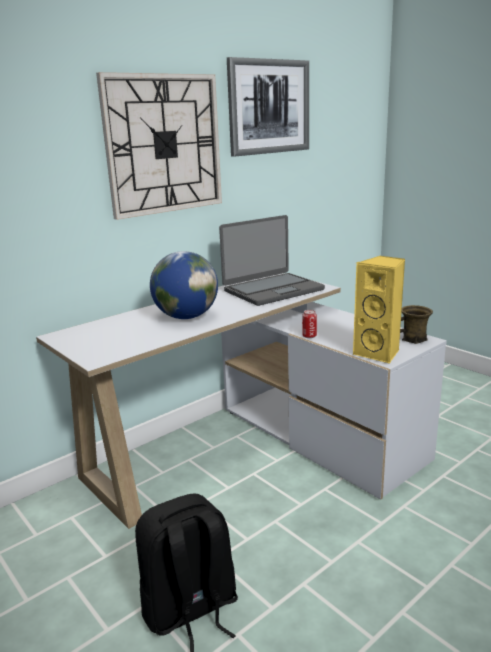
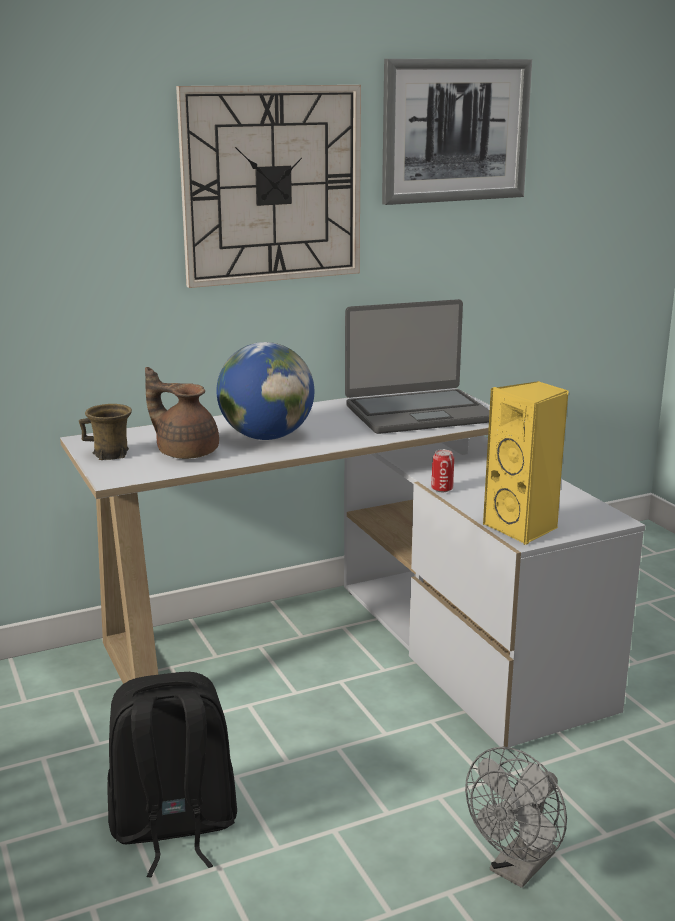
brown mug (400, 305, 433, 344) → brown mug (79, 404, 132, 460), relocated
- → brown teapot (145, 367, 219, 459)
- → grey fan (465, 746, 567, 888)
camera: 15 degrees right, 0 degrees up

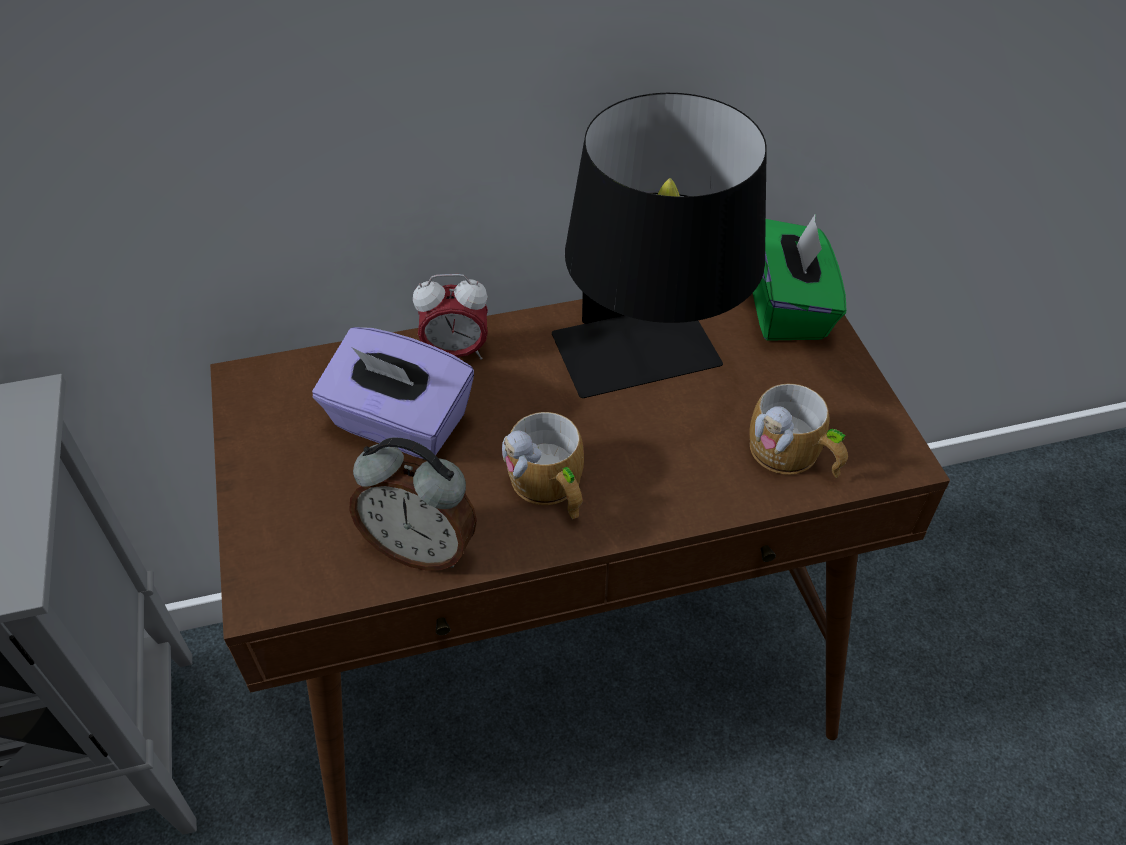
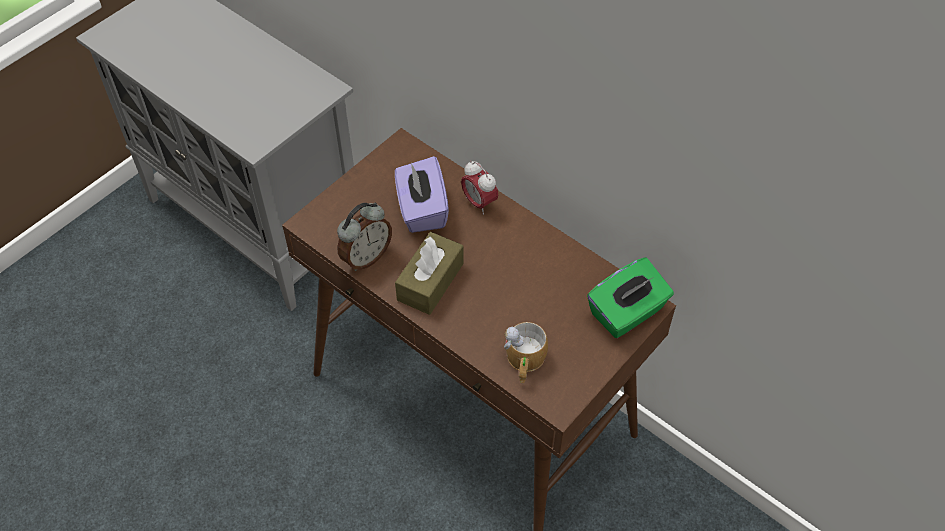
alarm clock (349, 437, 477, 571) → alarm clock (337, 203, 392, 271), 120 degrees counterclockwise
mug (502, 412, 584, 519) → brown tissue box (395, 232, 464, 315)
black table lamp (552, 93, 767, 398) → -
camera: 55 degrees right, 5 degrees up

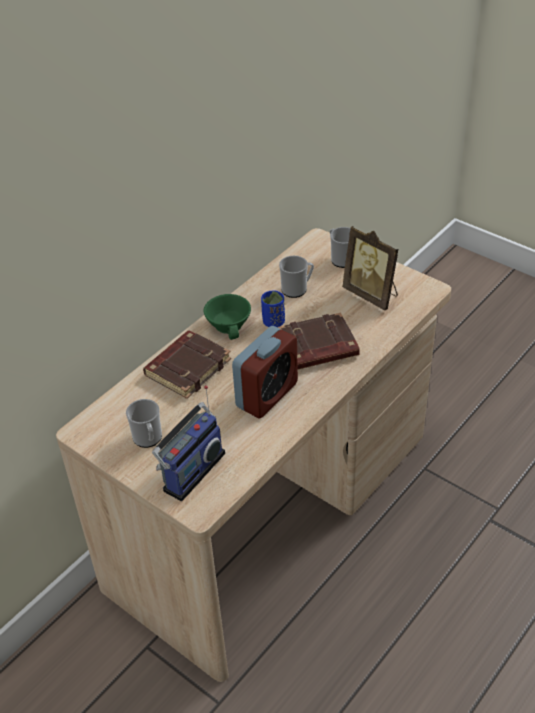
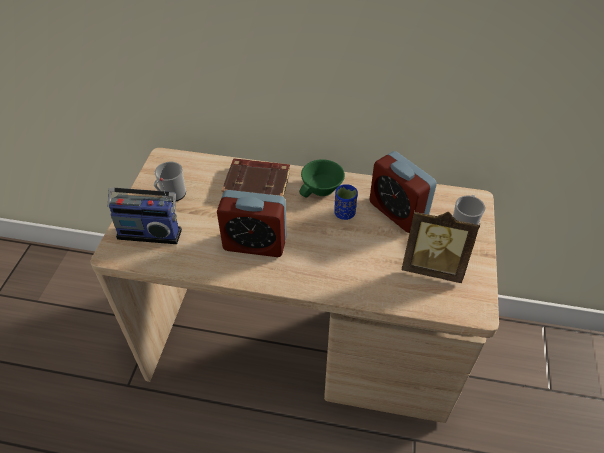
mug (279, 256, 314, 298) → alarm clock (370, 151, 437, 233)
picture frame (342, 226, 398, 311) → picture frame (402, 211, 480, 283), 90 degrees counterclockwise
brown book (278, 312, 360, 370) → -
camera: 60 degrees right, 5 degrees up

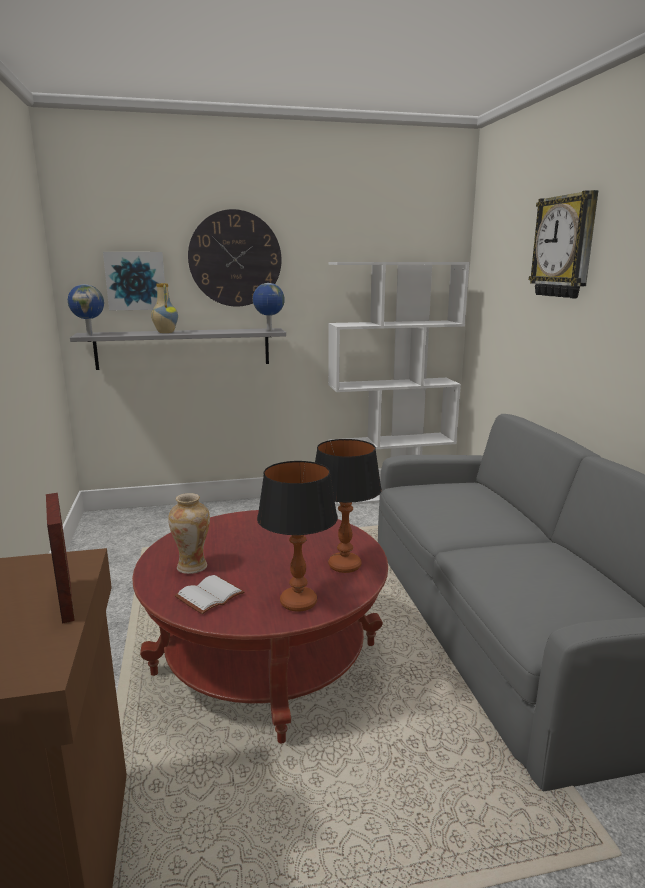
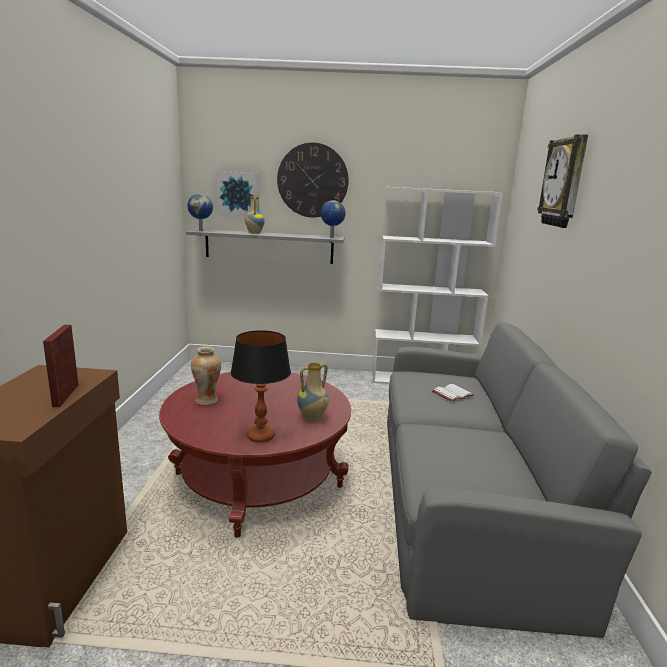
table lamp (315, 439, 382, 573) → vase (297, 363, 329, 422)
white book (175, 575, 245, 614) → white book (432, 384, 474, 401), relocated
camera: 15 degrees right, 0 degrees up

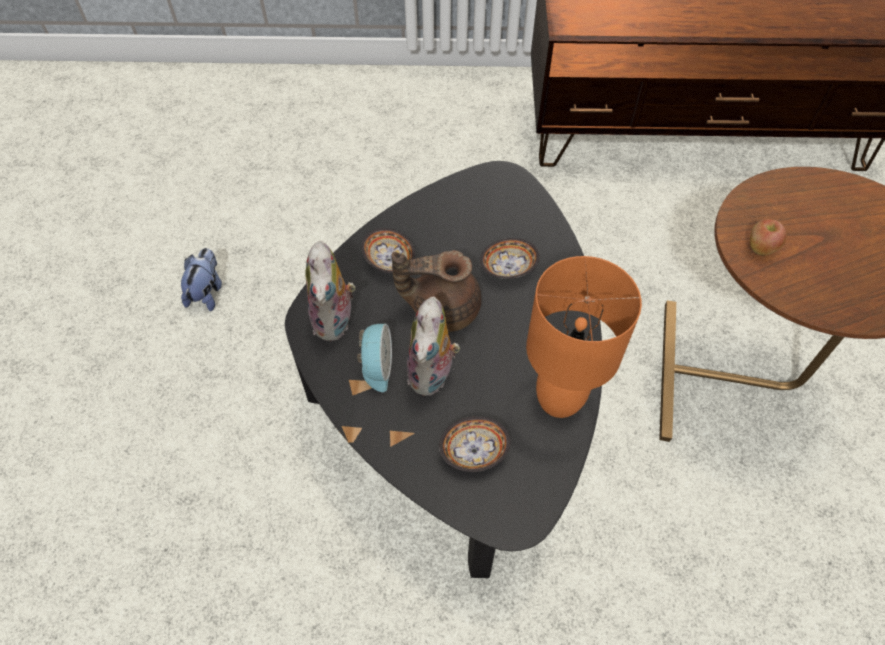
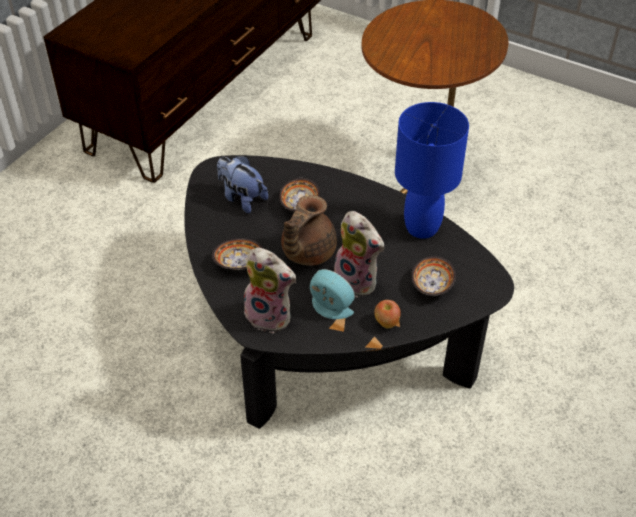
plush toy (181, 248, 222, 311) → plush toy (217, 155, 268, 213), relocated
apple (750, 219, 787, 255) → apple (374, 300, 401, 329), relocated
orange table lamp (526, 256, 642, 418) → blue table lamp (395, 102, 469, 239)
camera: 60 degrees left, 10 degrees down

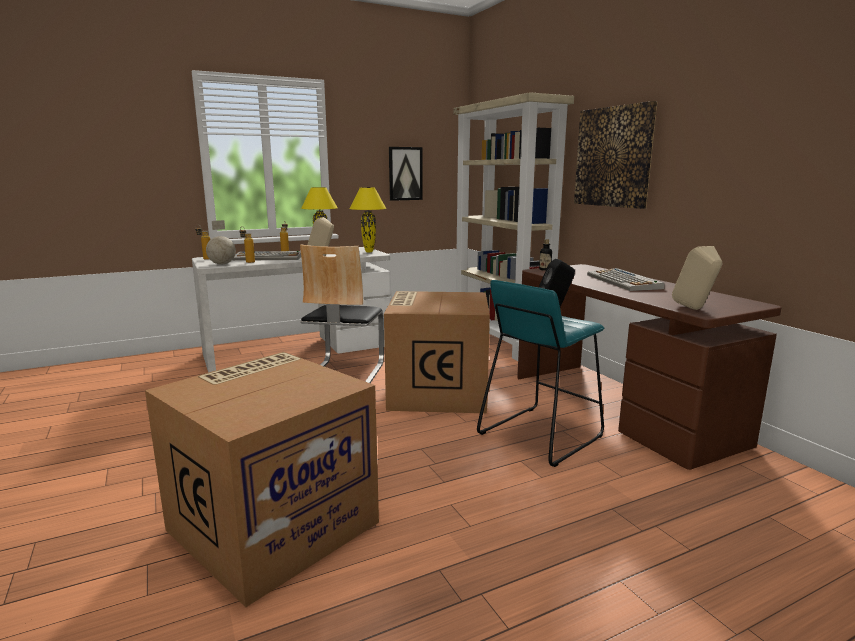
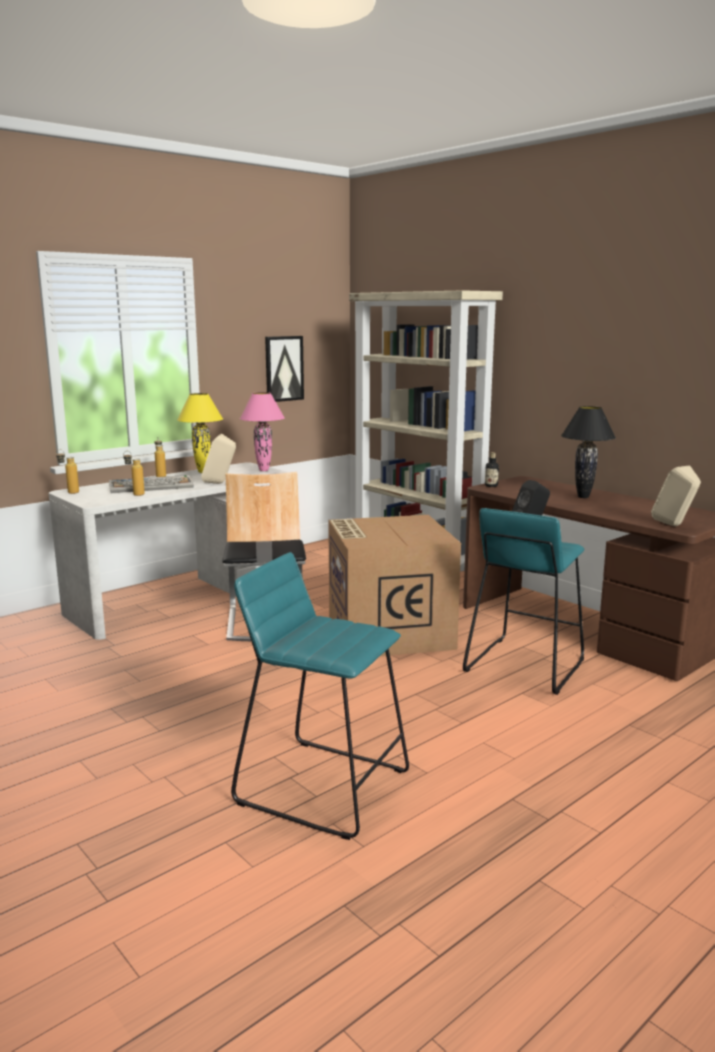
cardboard box (145, 352, 379, 607) → turquoise stool (231, 552, 409, 840)
yellow table lamp (349, 187, 386, 252) → pink table lamp (240, 392, 285, 471)
keyboard (587, 268, 665, 291) → black table lamp (561, 406, 616, 498)
globe (206, 220, 236, 264) → -
picture (574, 101, 658, 209) → -
camera: 15 degrees left, 0 degrees up

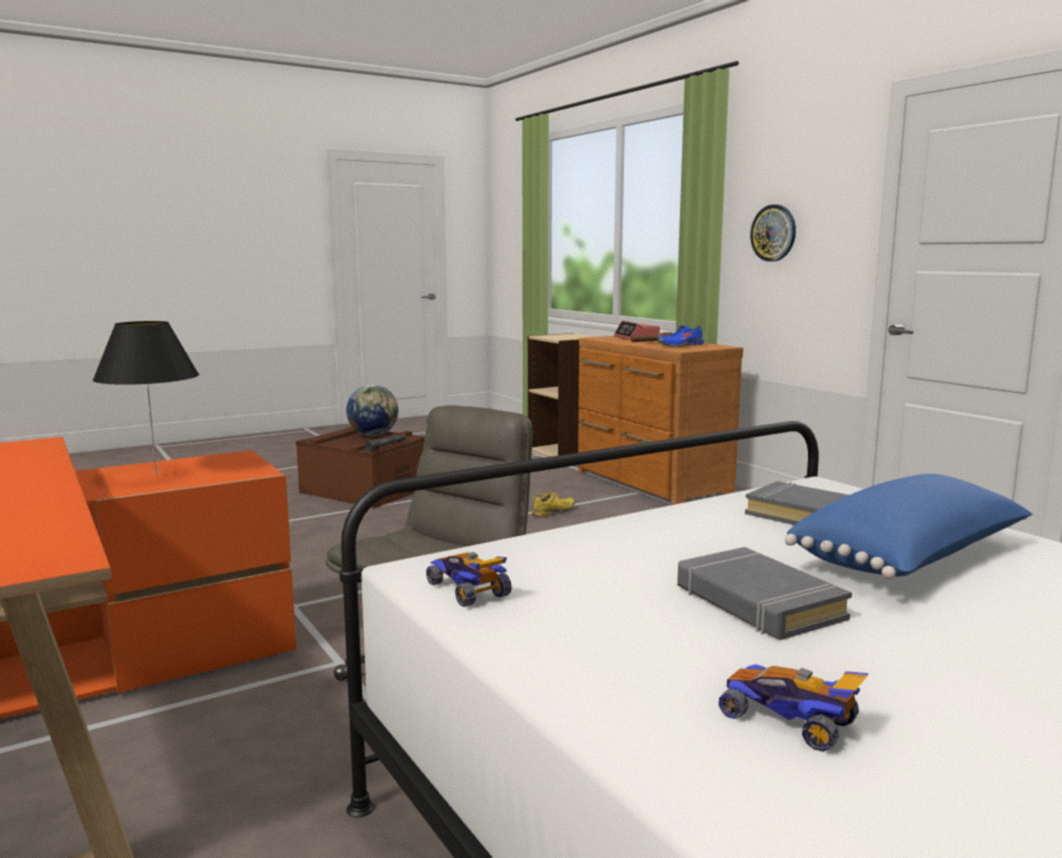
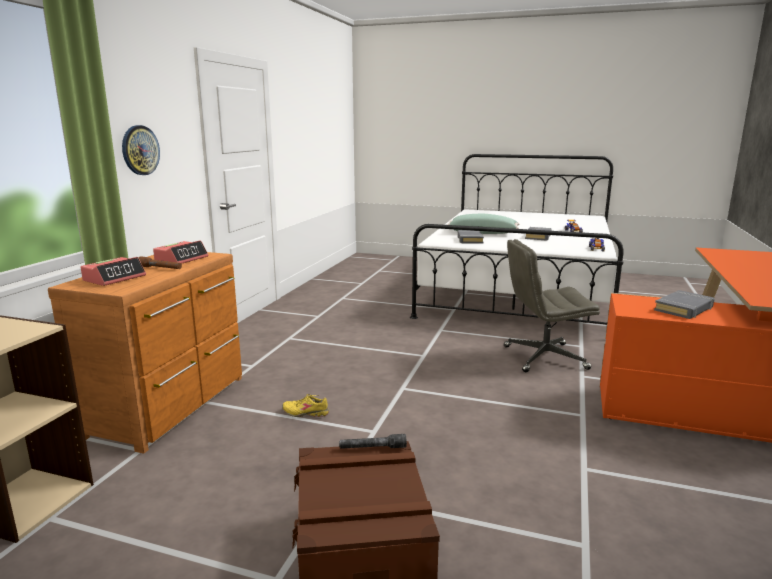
blue shoe (657, 325, 704, 347) → alarm clock (153, 240, 209, 264)
blue pillow (785, 474, 1032, 579) → green pillow (447, 214, 520, 234)
black table lamp (92, 321, 199, 476) → grey book (654, 290, 714, 319)
globe (346, 384, 398, 436) → -
camera: 130 degrees left, 5 degrees up

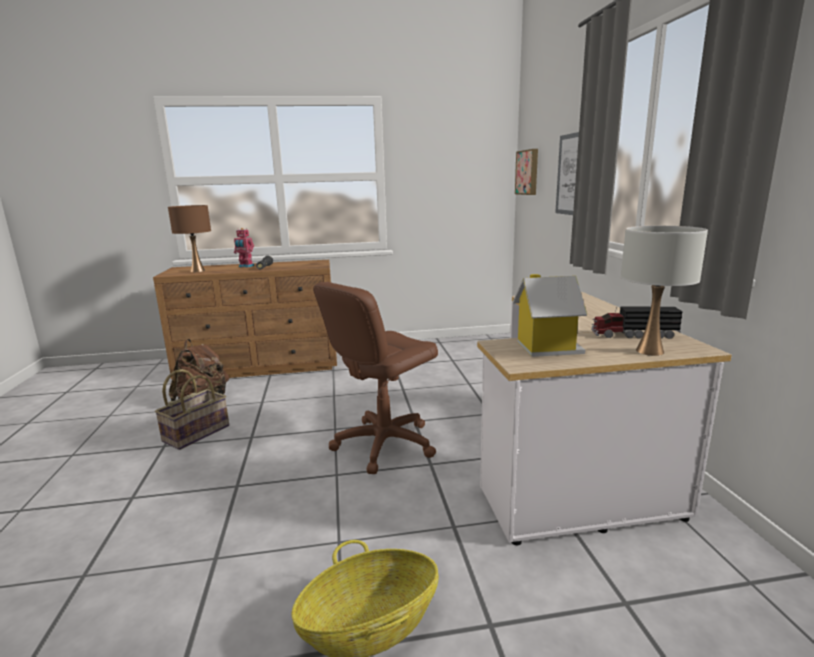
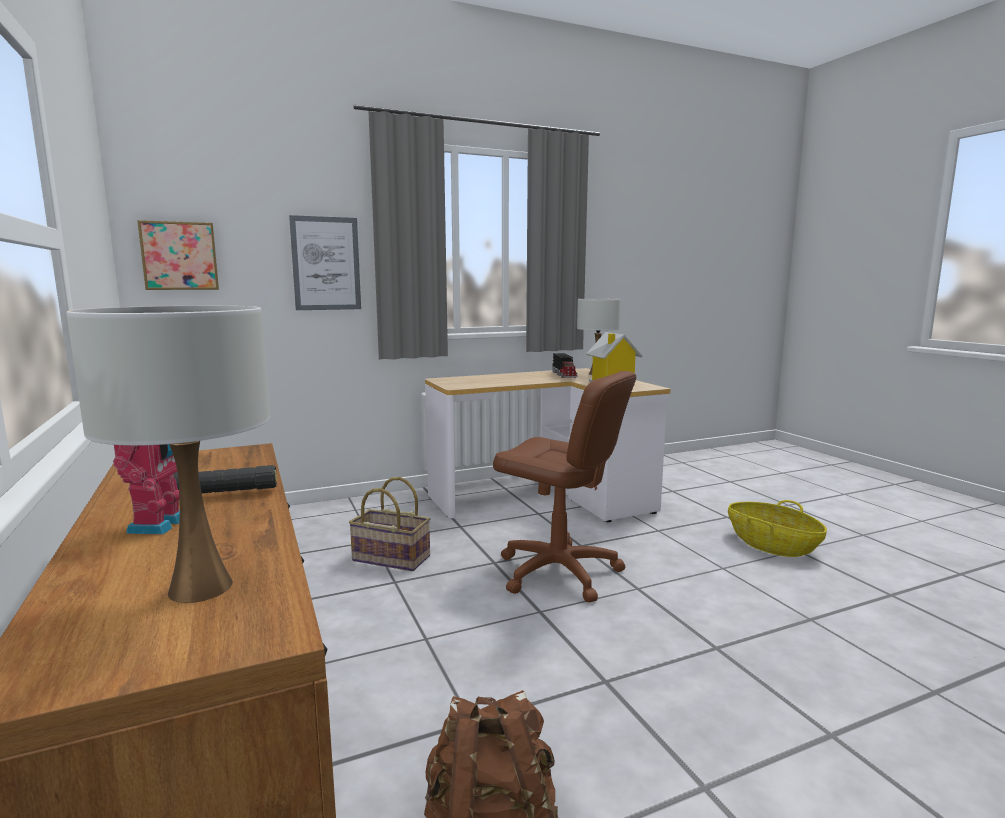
brown table lamp (168, 205, 211, 272) → white table lamp (67, 306, 270, 603)
basket (155, 369, 229, 450) → basket (349, 477, 431, 571), relocated
camera: 105 degrees left, 5 degrees down

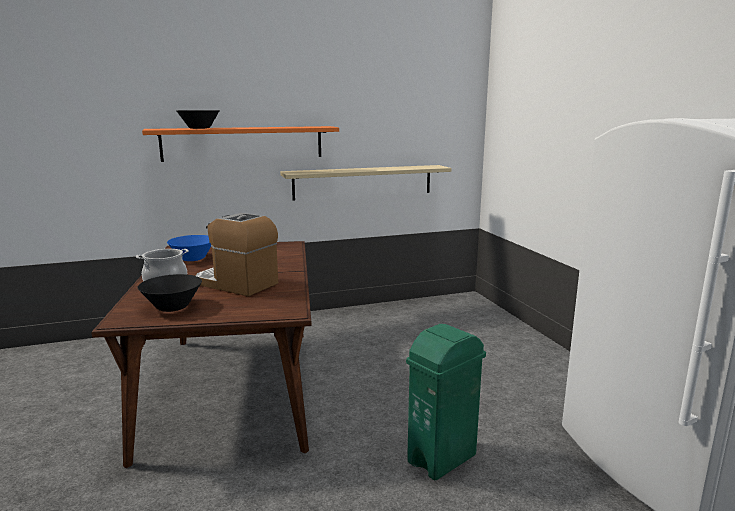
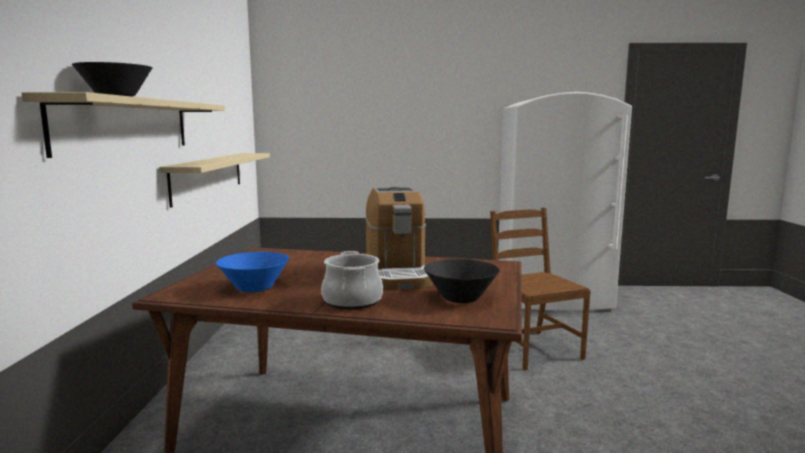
orange shelf (142, 126, 339, 162) → beige shelf (21, 92, 225, 158)
coffee machine (195, 213, 278, 297) → coffee machine (365, 187, 433, 291), 60 degrees counterclockwise
green trash can (406, 324, 486, 480) → brown chair (490, 208, 591, 371)
camera: 70 degrees left, 5 degrees down

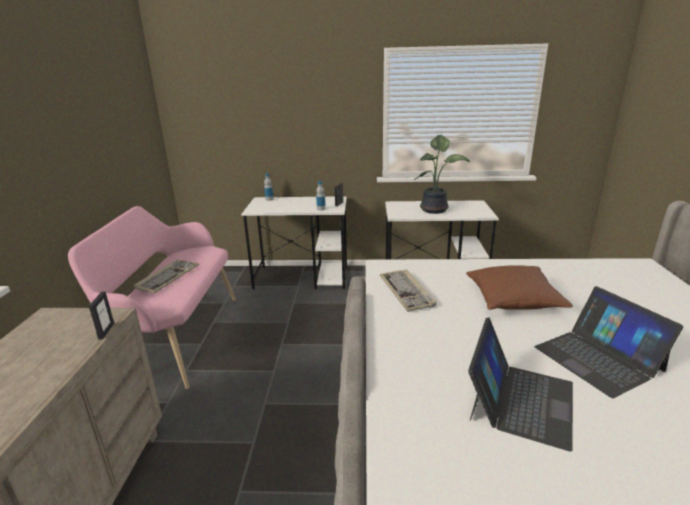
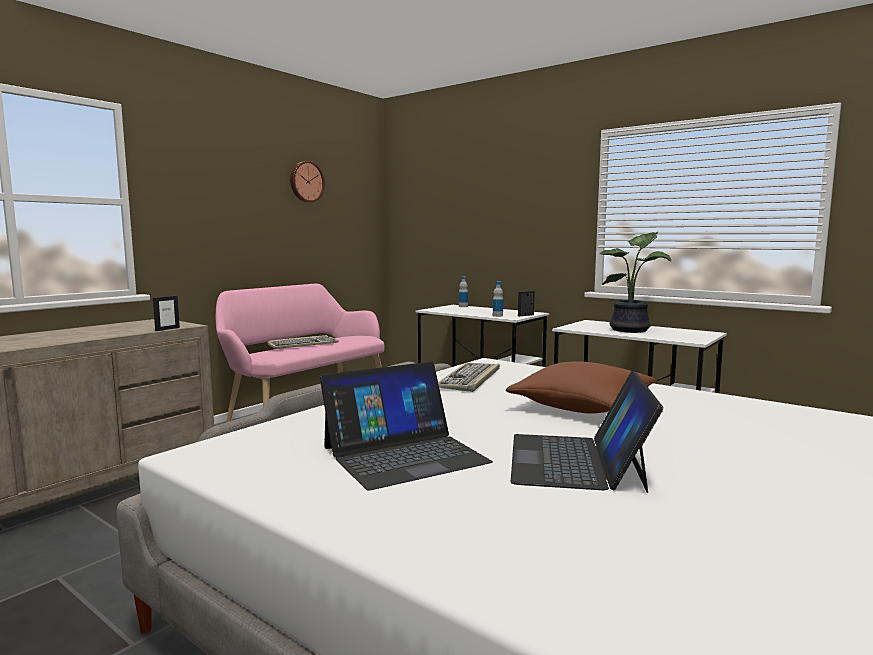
- → wall clock (290, 161, 325, 202)
camera: 35 degrees right, 15 degrees down

